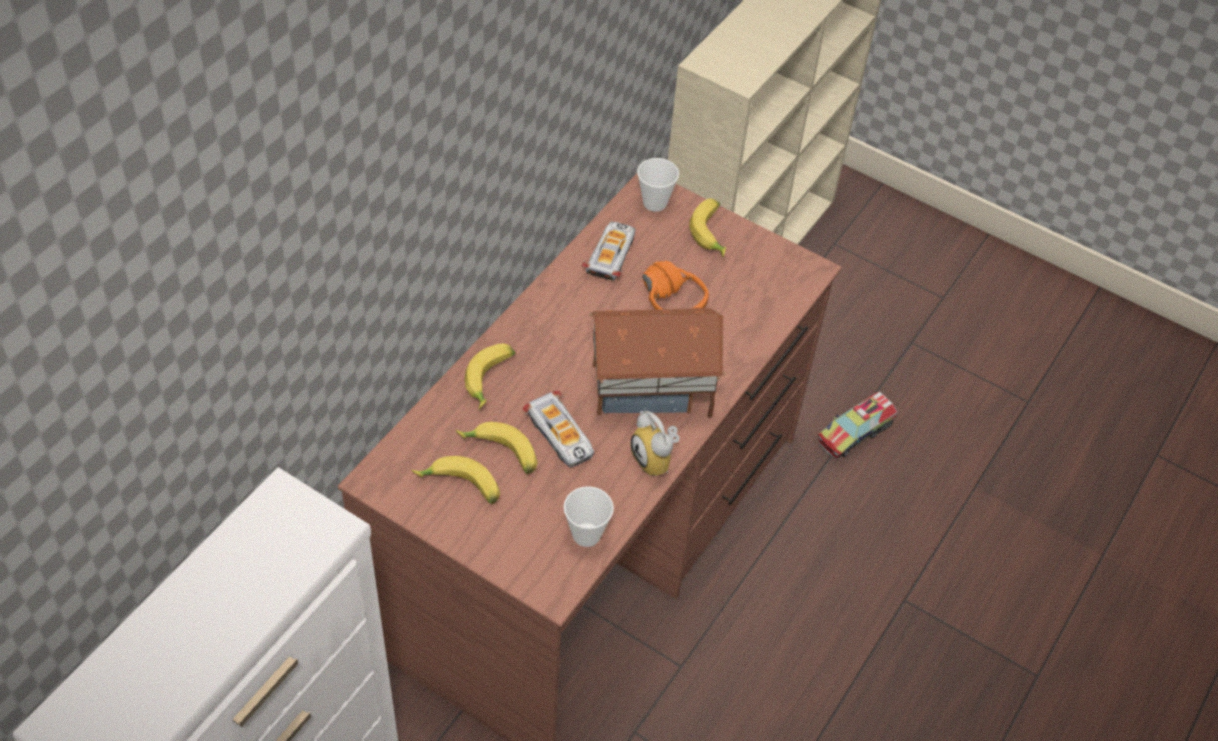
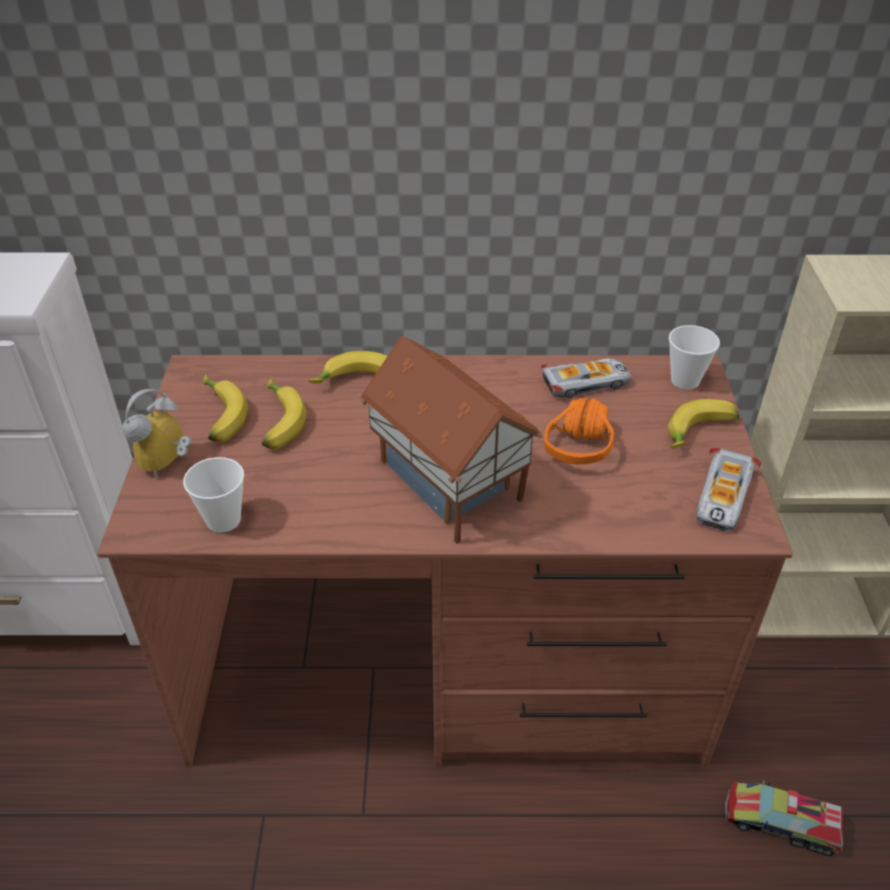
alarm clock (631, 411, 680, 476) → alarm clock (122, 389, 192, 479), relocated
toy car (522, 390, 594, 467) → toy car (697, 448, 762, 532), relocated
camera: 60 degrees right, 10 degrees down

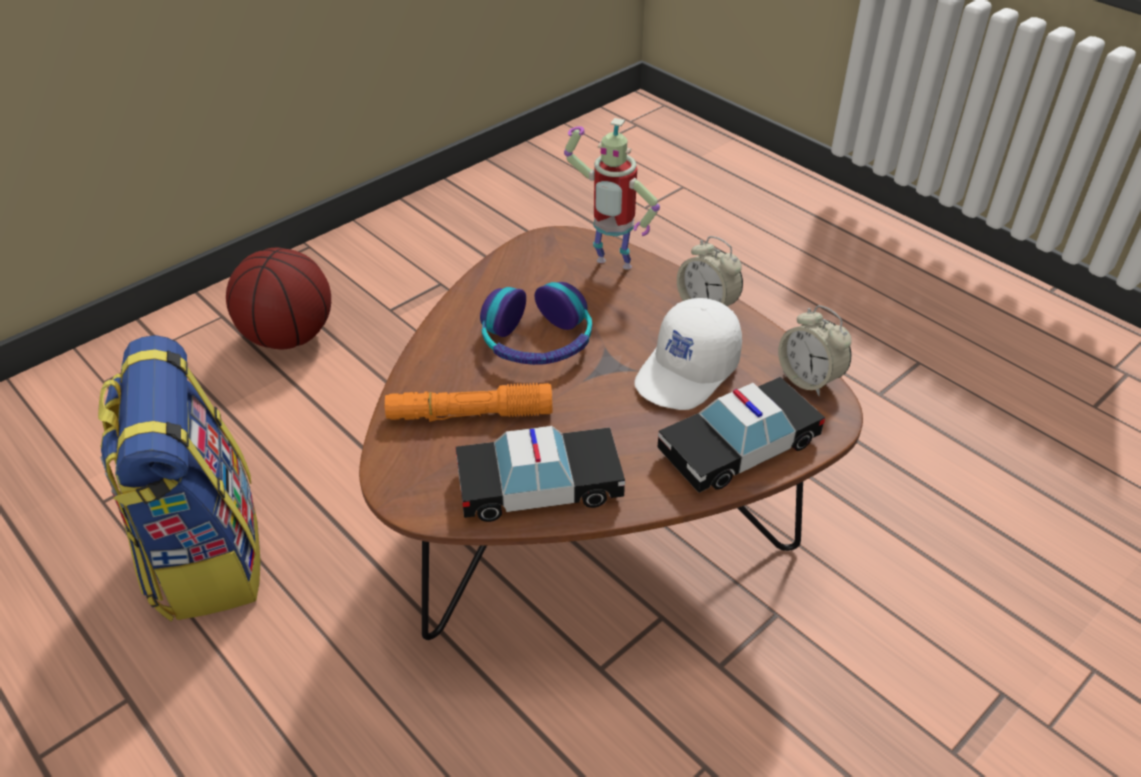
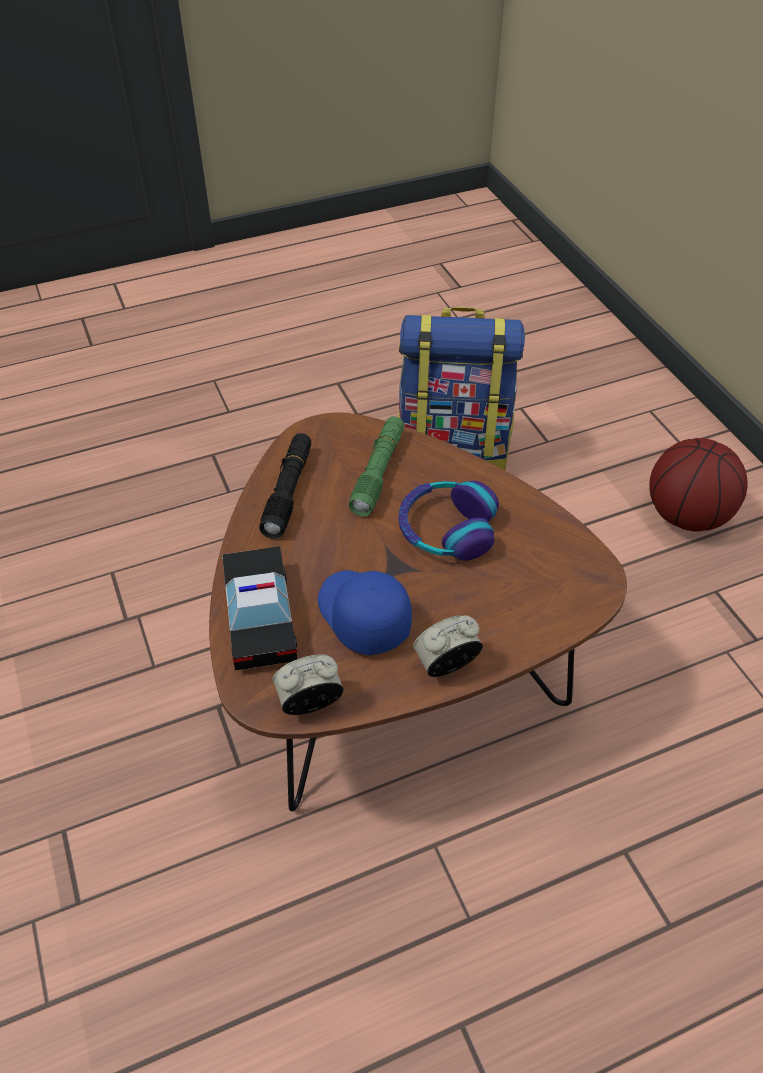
toy car (456, 426, 625, 522) → black flashlight (259, 433, 311, 539)
white cap (634, 298, 742, 410) → blue cap (318, 570, 412, 655)
orange flashlight (384, 383, 552, 422) → green flashlight (349, 416, 404, 516)
toy robot (564, 118, 660, 270) → -
camera: 110 degrees right, 5 degrees up

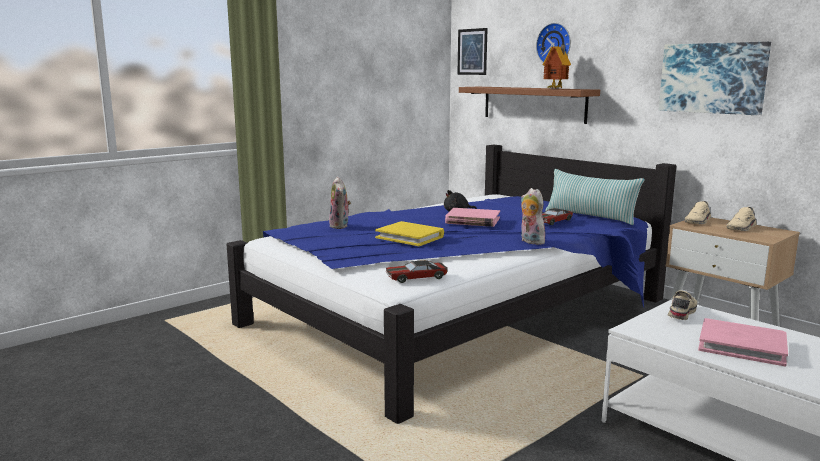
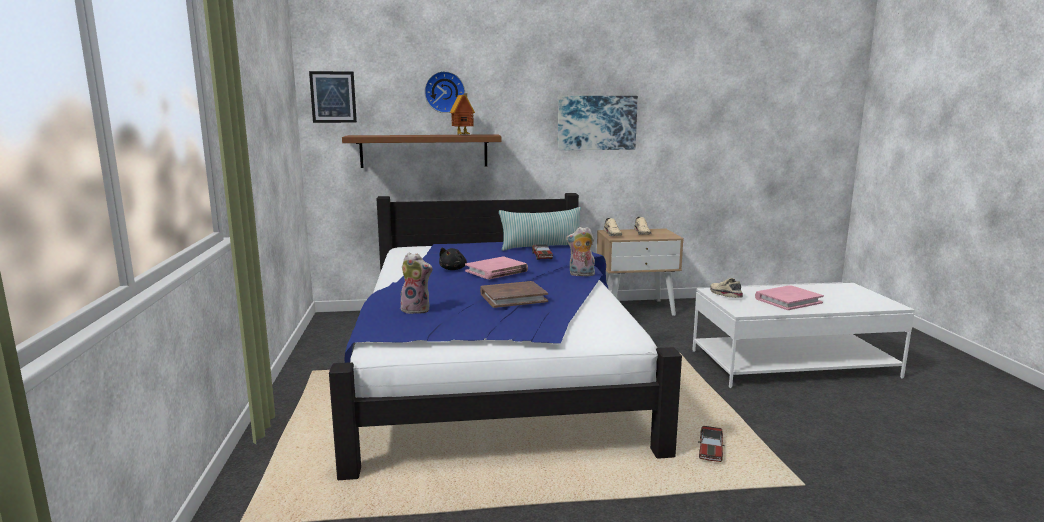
yellow book (375, 221, 444, 246) → brown book (480, 281, 548, 308)
toy car (386, 260, 448, 283) → toy car (698, 426, 725, 462), relocated
camera: 55 degrees left, 0 degrees up

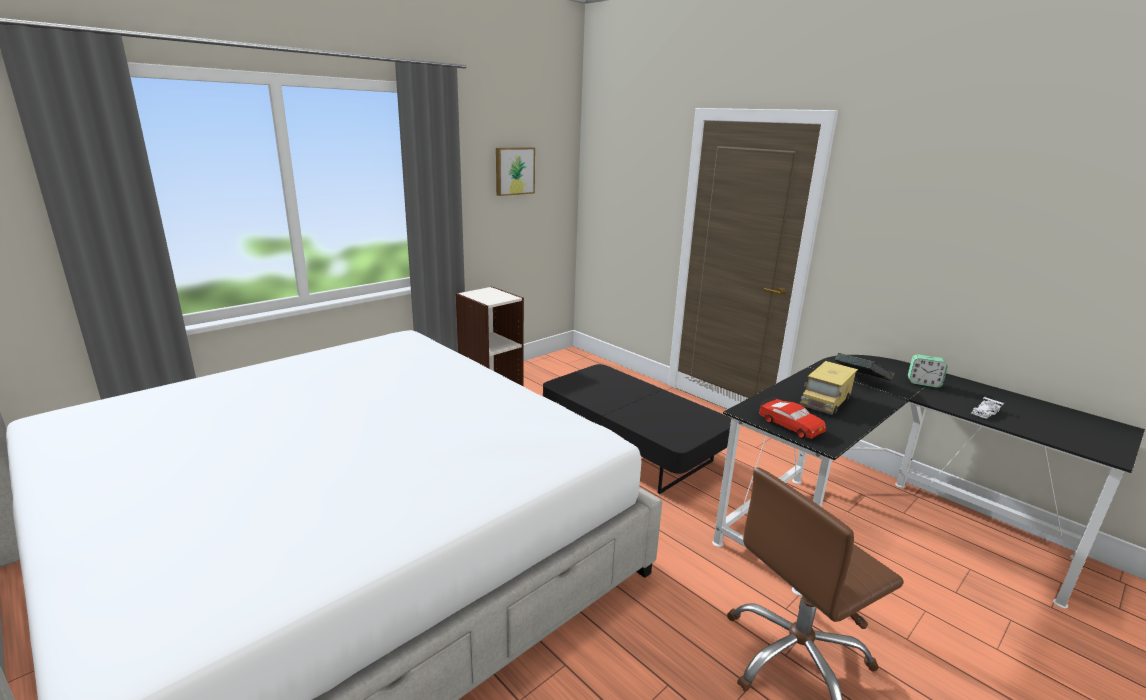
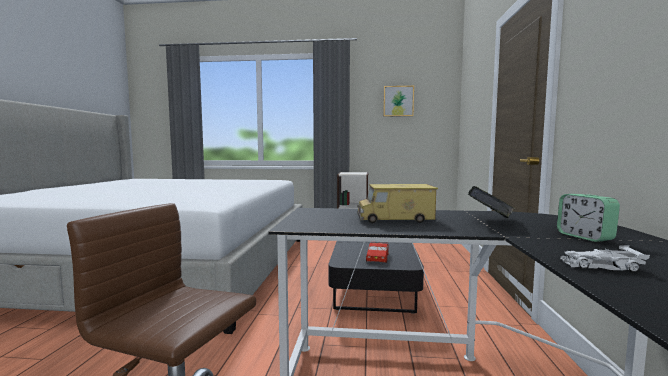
red toy car (760, 397, 826, 439) → red toy car (366, 242, 389, 263), relocated
camera: 50 degrees right, 15 degrees down

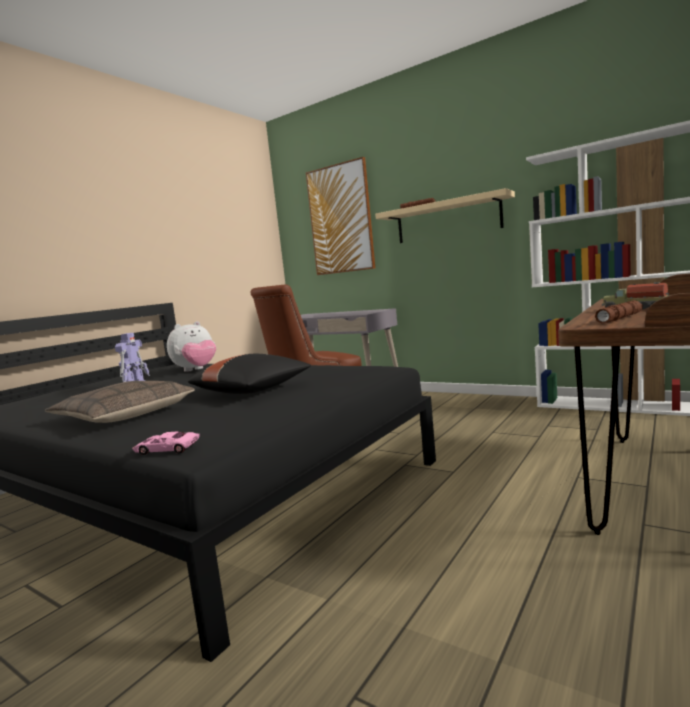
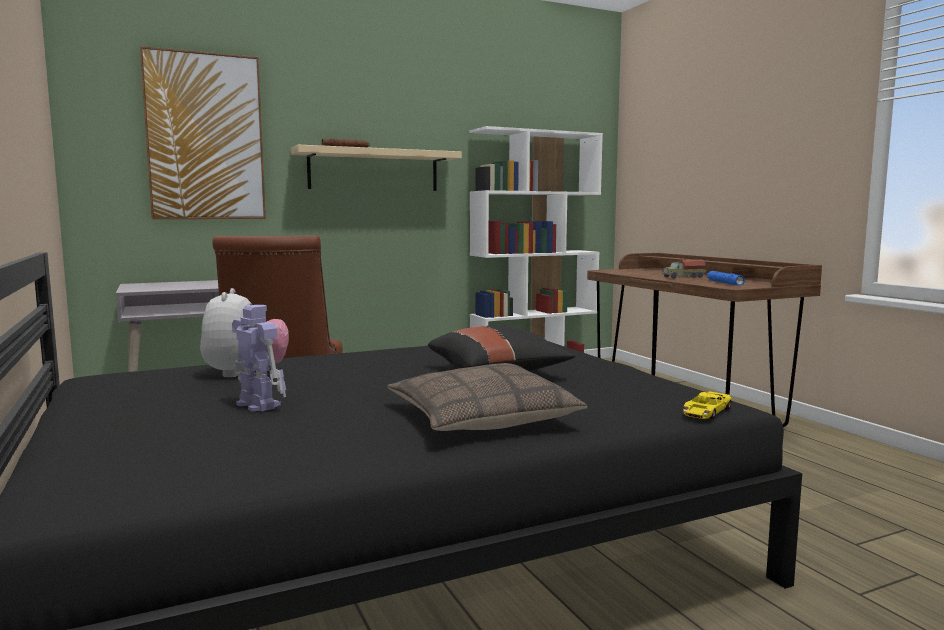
pink toy car (132, 432, 200, 455) → yellow toy car (683, 391, 732, 419)
brown flashlight (595, 300, 643, 323) → blue flashlight (706, 271, 745, 286)
camera: 60 degrees left, 0 degrees up

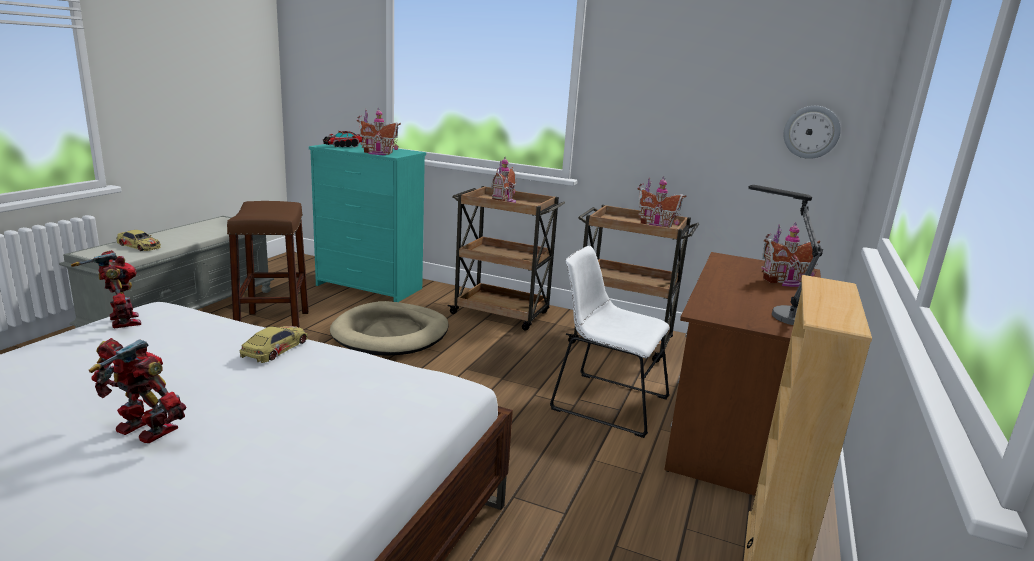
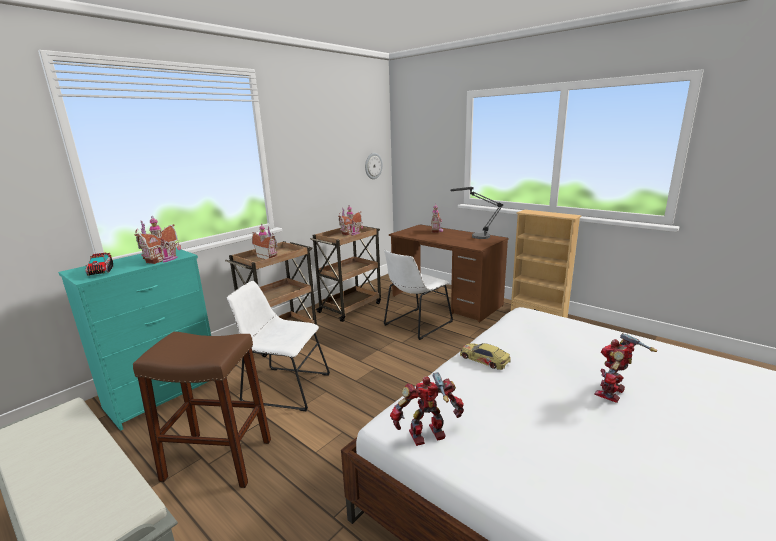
beige dog bed (330, 301, 449, 356) → white chair (227, 281, 330, 411)
toy car (116, 230, 161, 251) → -
camera: 70 degrees left, 0 degrees up

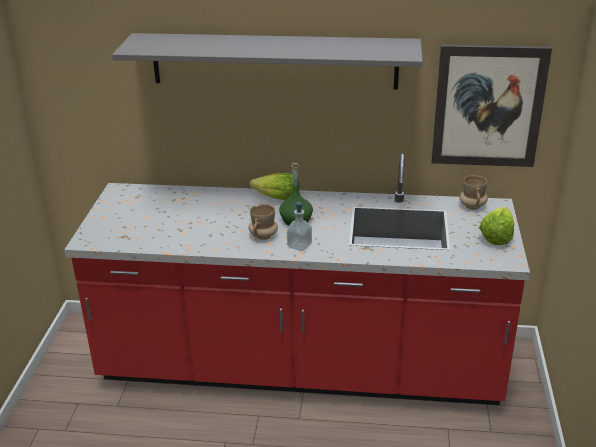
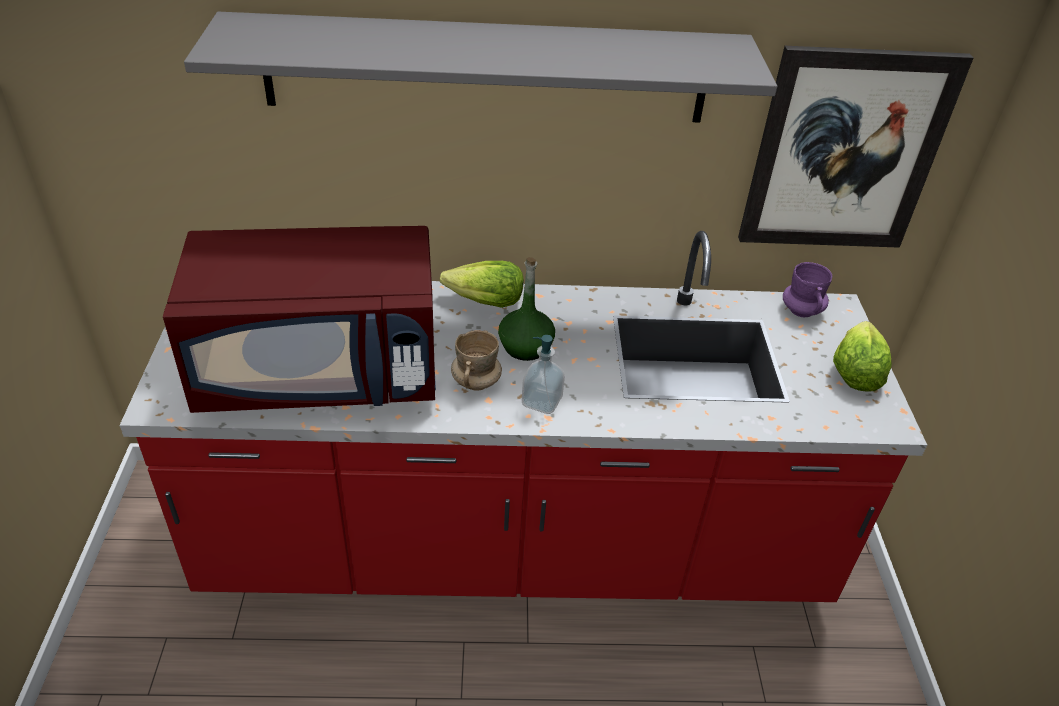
- → red microwave (163, 226, 436, 413)
beige mug (459, 175, 488, 209) → purple mug (783, 262, 832, 317)
camera: 10 degrees left, 10 degrees up

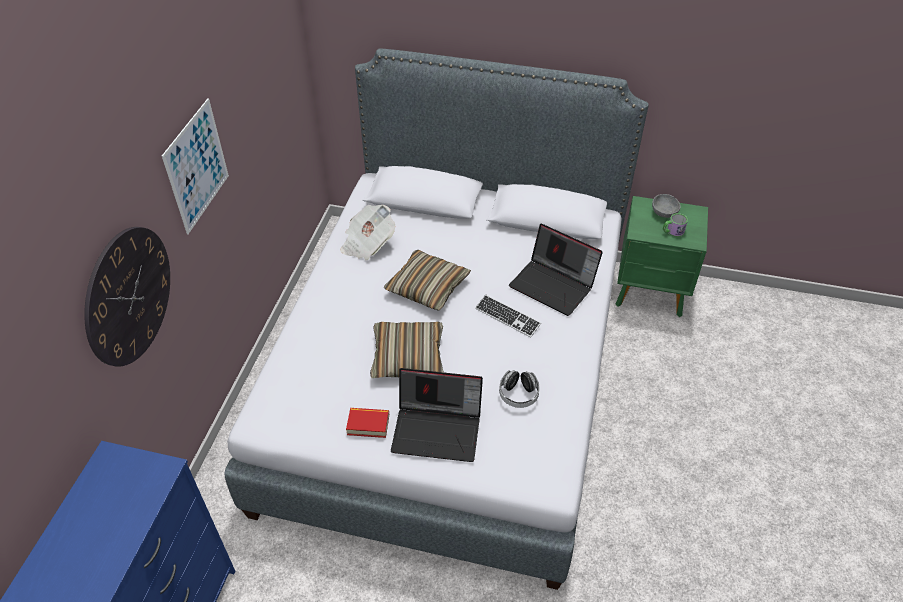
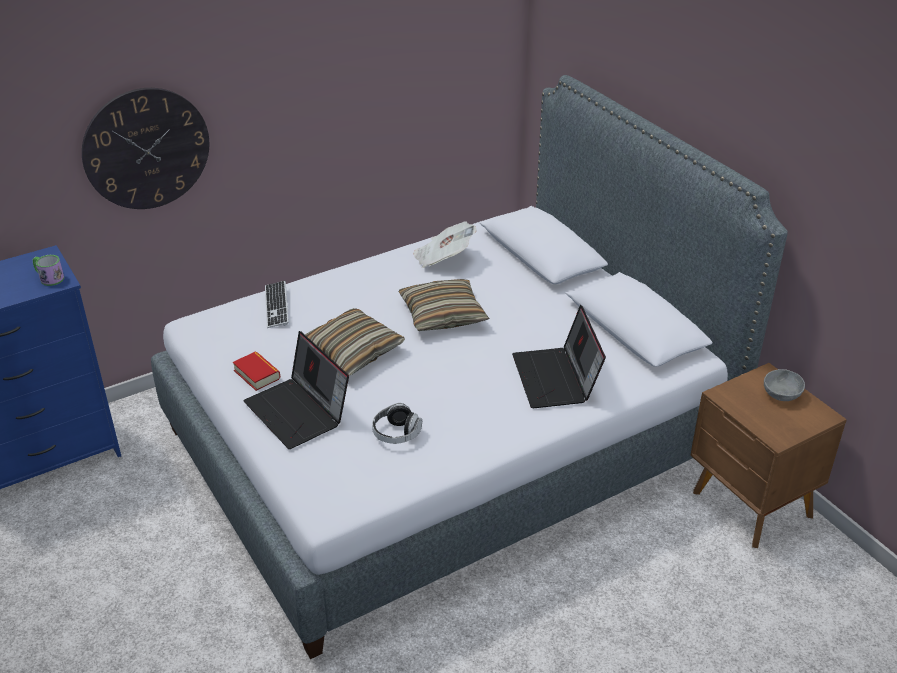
mug (663, 213, 688, 237) → mug (33, 255, 64, 286), relocated
keyboard (475, 295, 541, 338) → keyboard (265, 281, 289, 328), relocated
green nightstand (615, 196, 708, 317) → brown nightstand (690, 363, 847, 548)
picture (162, 98, 229, 234) → -
camera: 45 degrees right, 10 degrees down

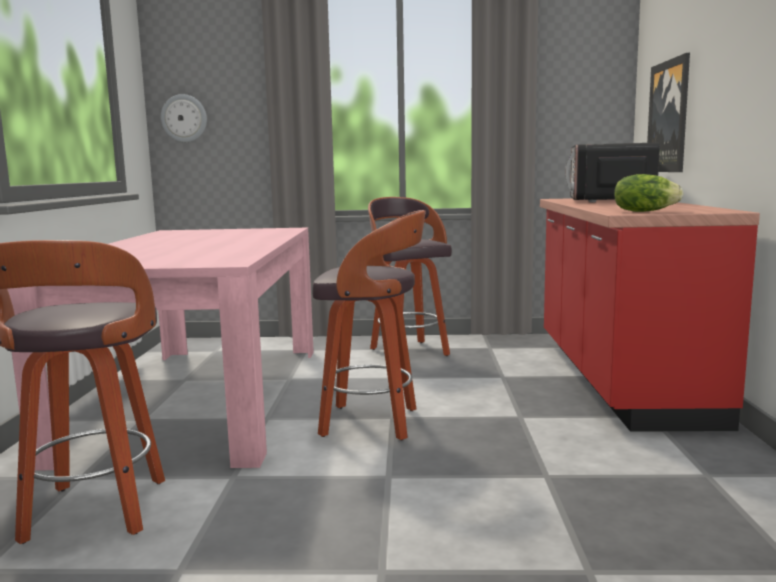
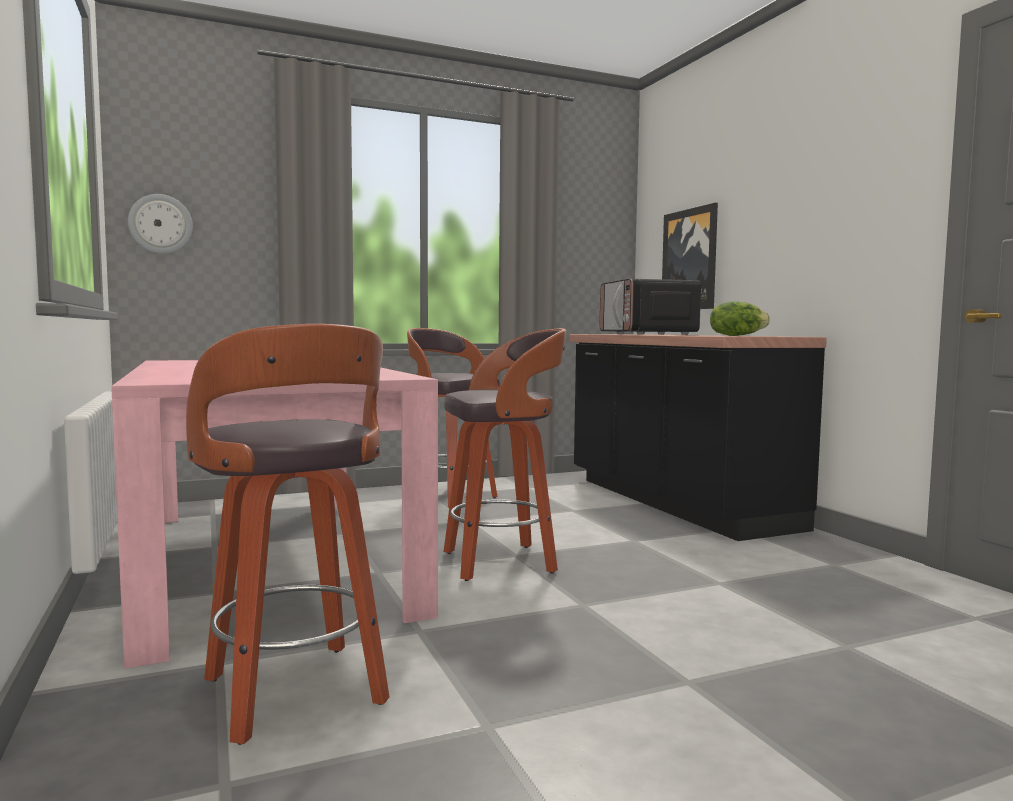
red counter (540, 198, 760, 432) → black counter (570, 334, 827, 541)
camera: 25 degrees left, 5 degrees down

